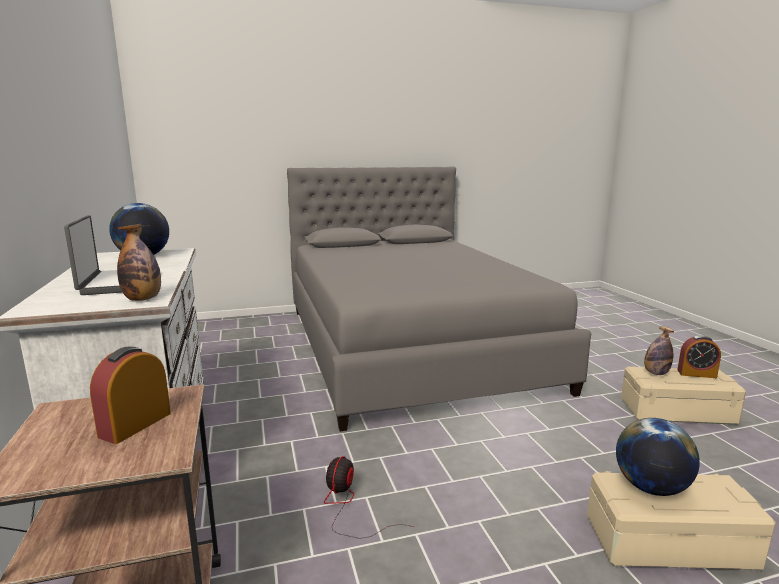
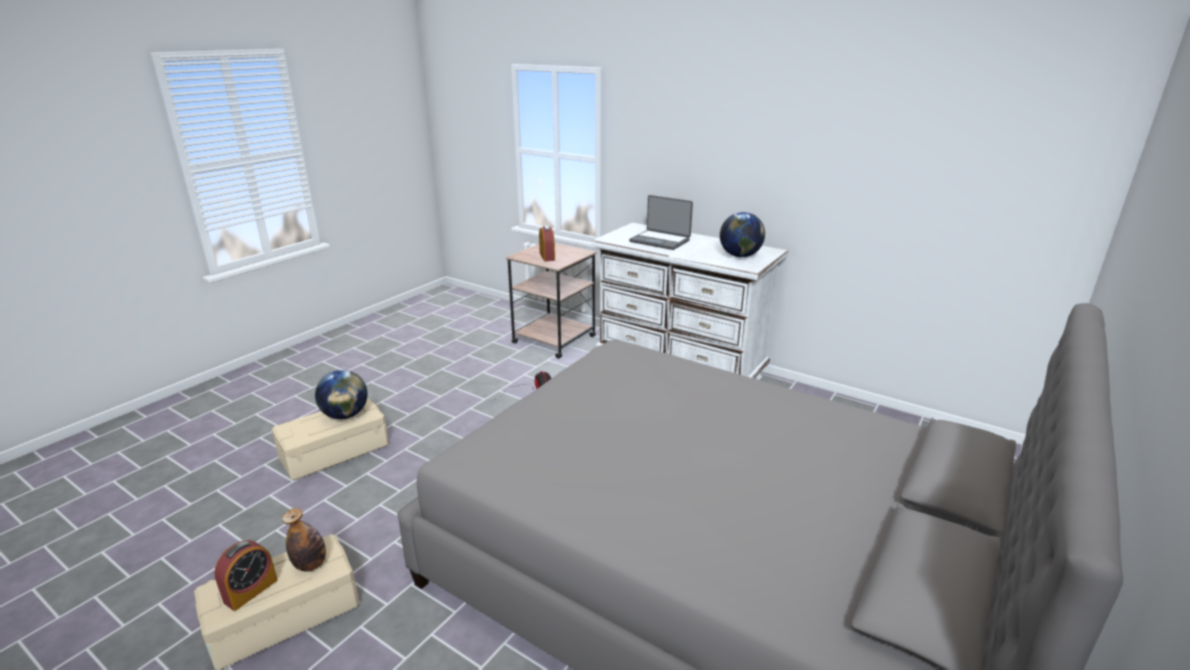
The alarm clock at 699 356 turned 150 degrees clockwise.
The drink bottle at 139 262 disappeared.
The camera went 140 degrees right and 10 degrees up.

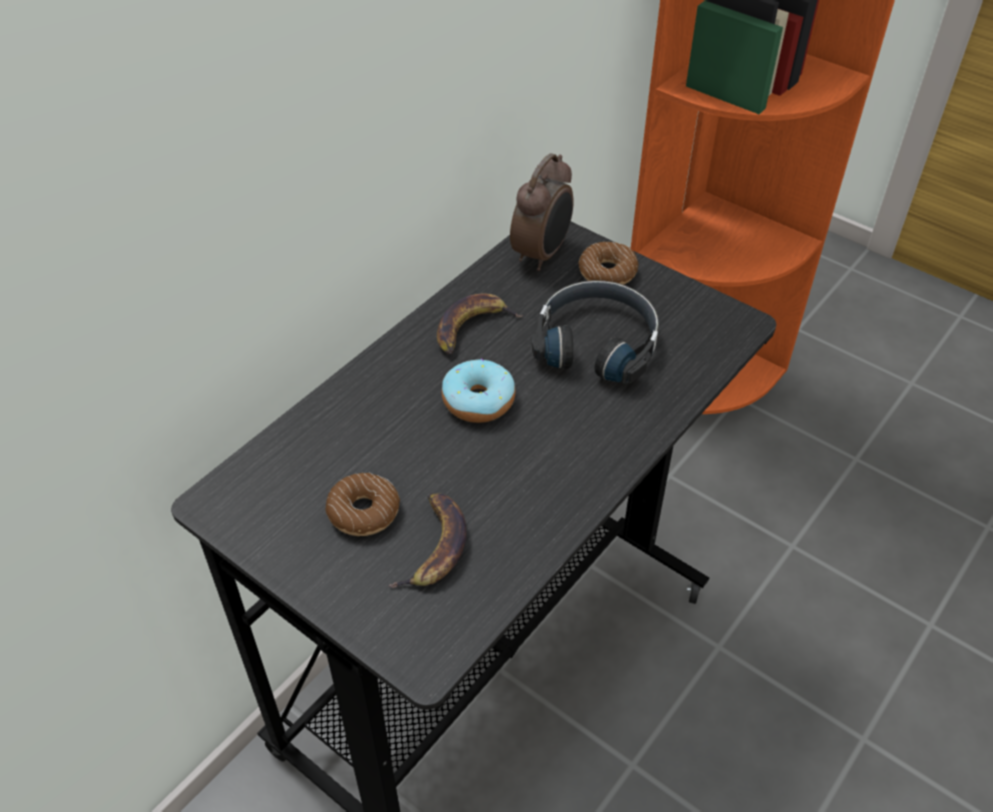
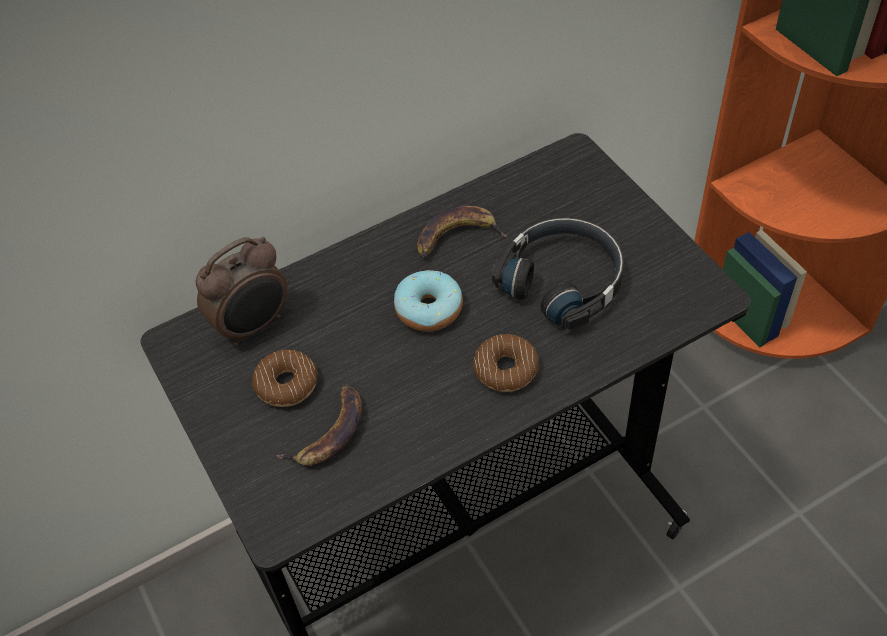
The alarm clock moved from 542 212 to 241 291.
The doughnut moved from 608 263 to 506 363.
The camera went 25 degrees right and 5 degrees up.

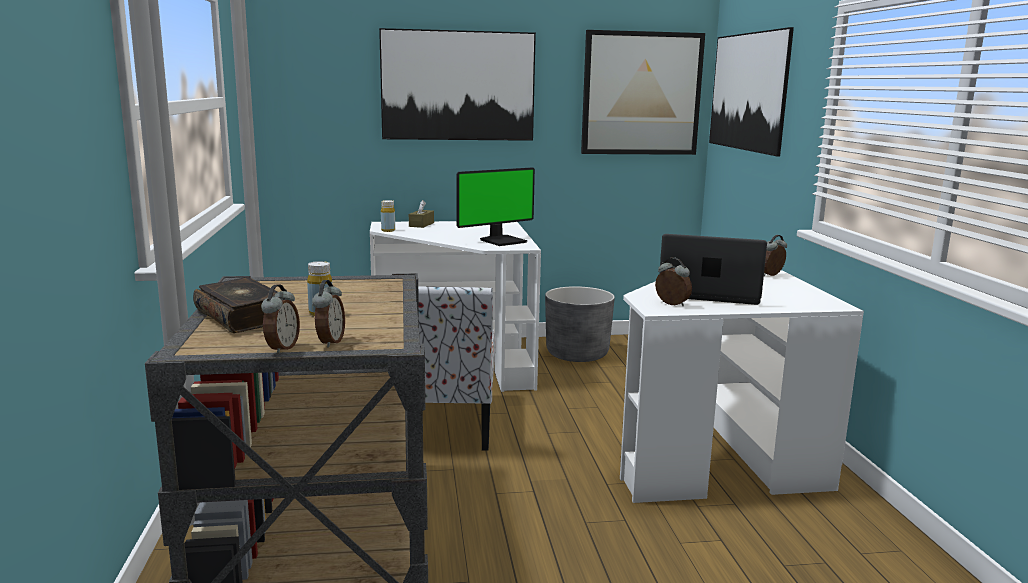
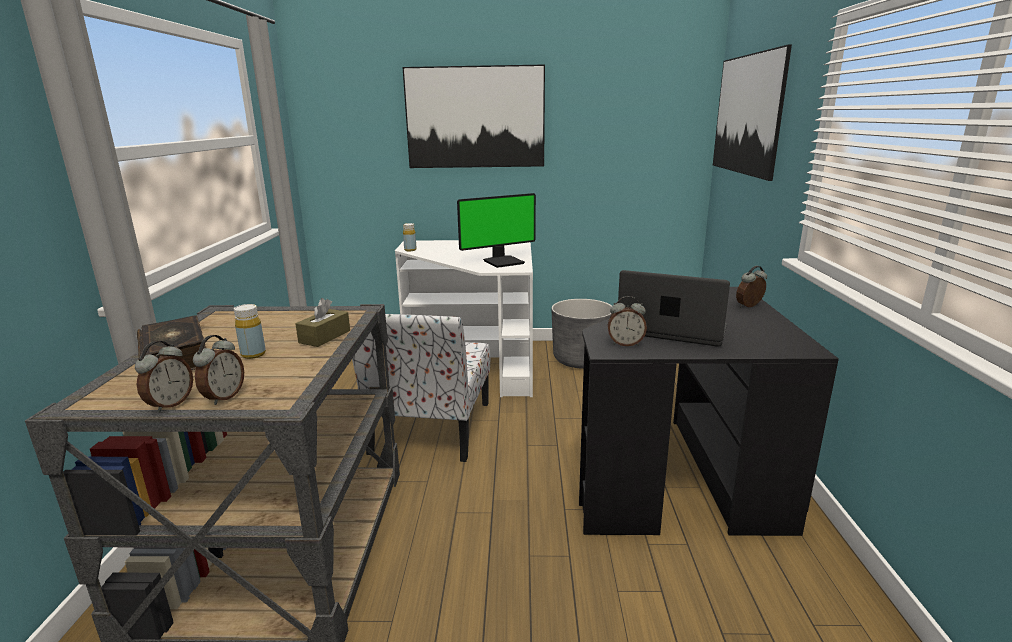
The tissue box/brownish moved from 421 214 to 322 322.
The desk unit/white at 742 386 became the desk unit/blackish at 709 411.
The alarm clock at 673 281 turned 135 degrees clockwise.
The wall art at 643 92 disappeared.
The camera went 10 degrees right and 5 degrees up.

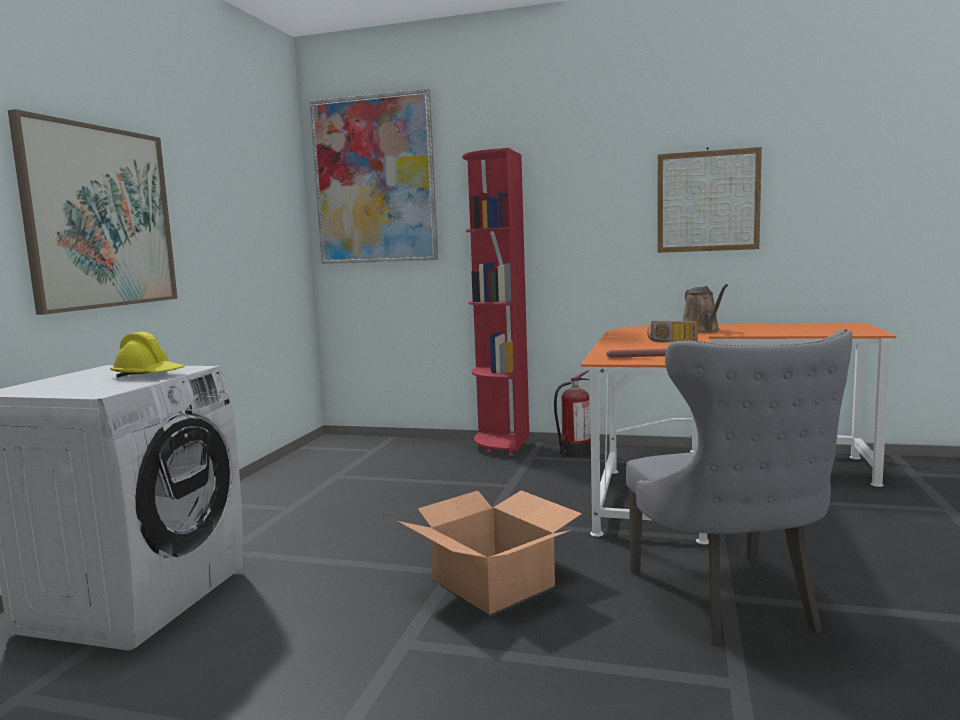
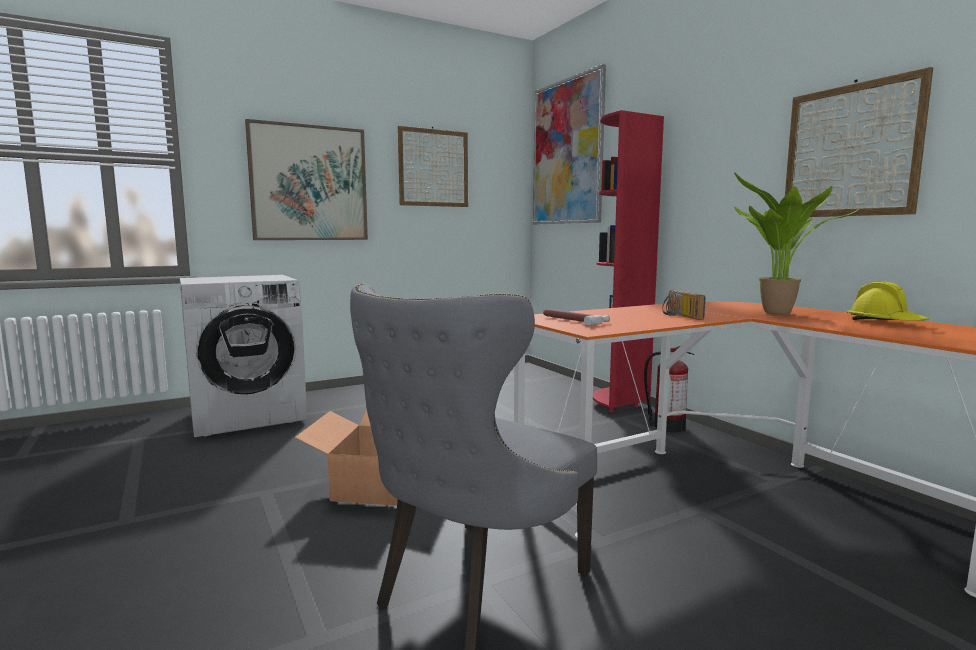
The wall art at 433 166 appeared.
The sprinkling can/brownish at 705 308 was replaced by the houseplant at 796 243.
The work helmet/yellowish moved from 147 354 to 888 301.
The camera went 45 degrees right and 0 degrees up.

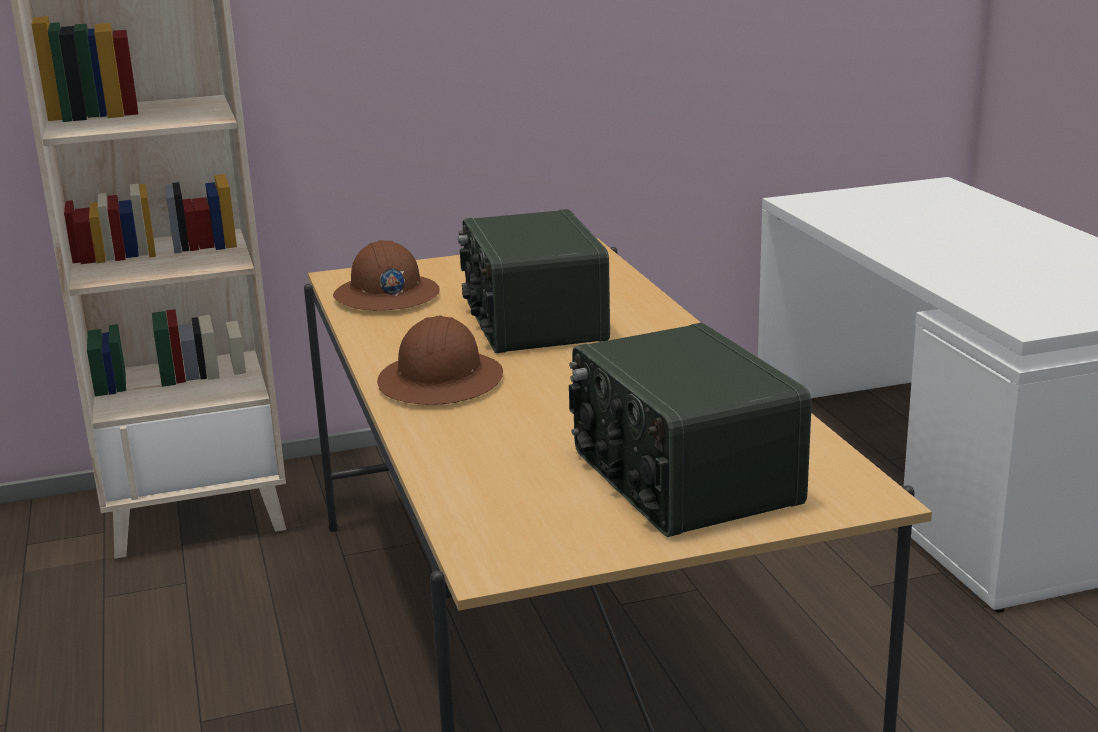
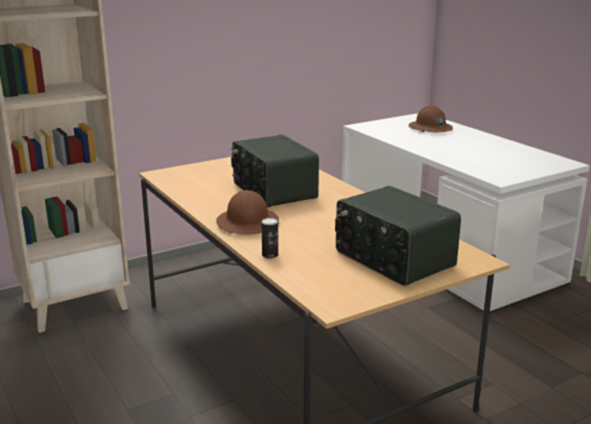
The can at 269 238 appeared.
The work helmet/brownish moved from 386 275 to 431 119.
The camera went 15 degrees left and 0 degrees up.

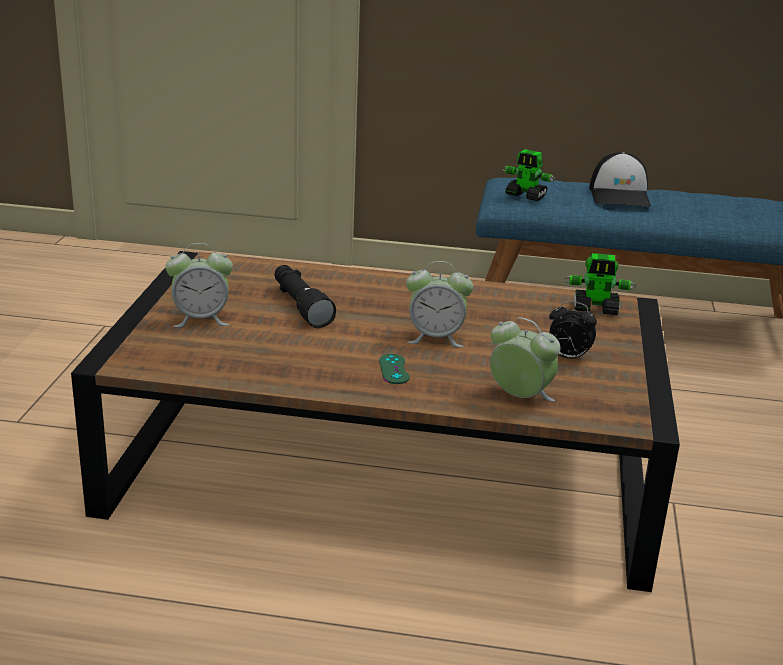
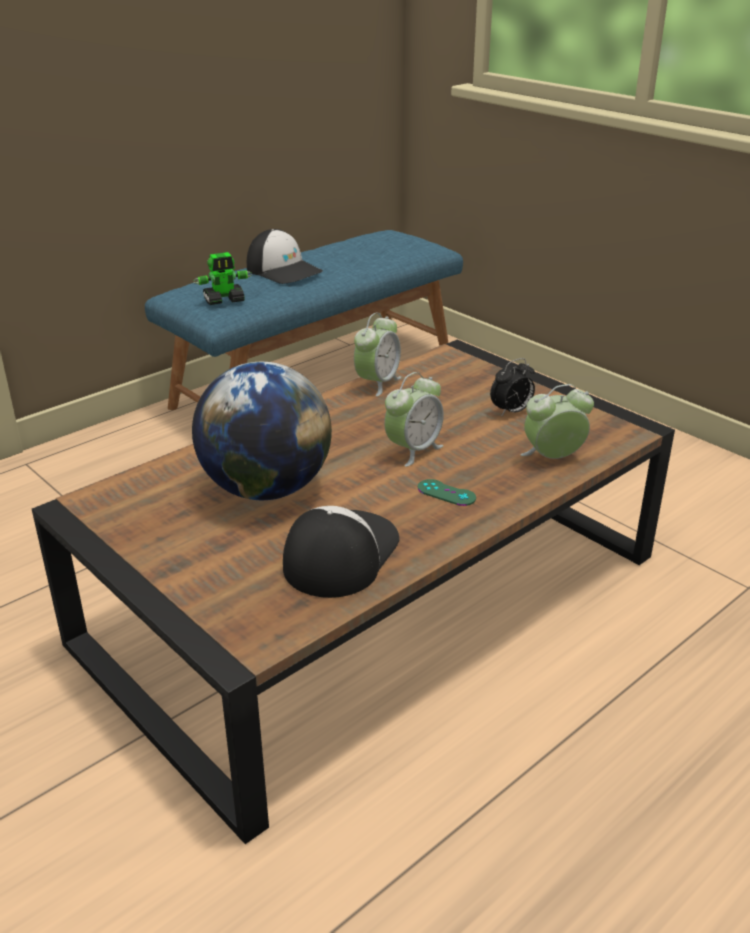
The hand torch/blackish at 305 296 was replaced by the world globe at 262 431.
The baseball cap at 341 552 appeared.
The alarm clock moved from 199 285 to 377 354.
The robot figure at 600 284 disappeared.
The camera went 50 degrees left and 5 degrees up.

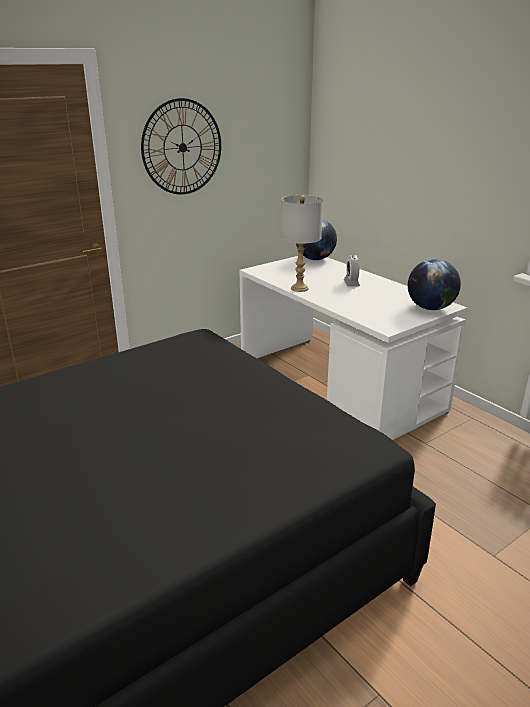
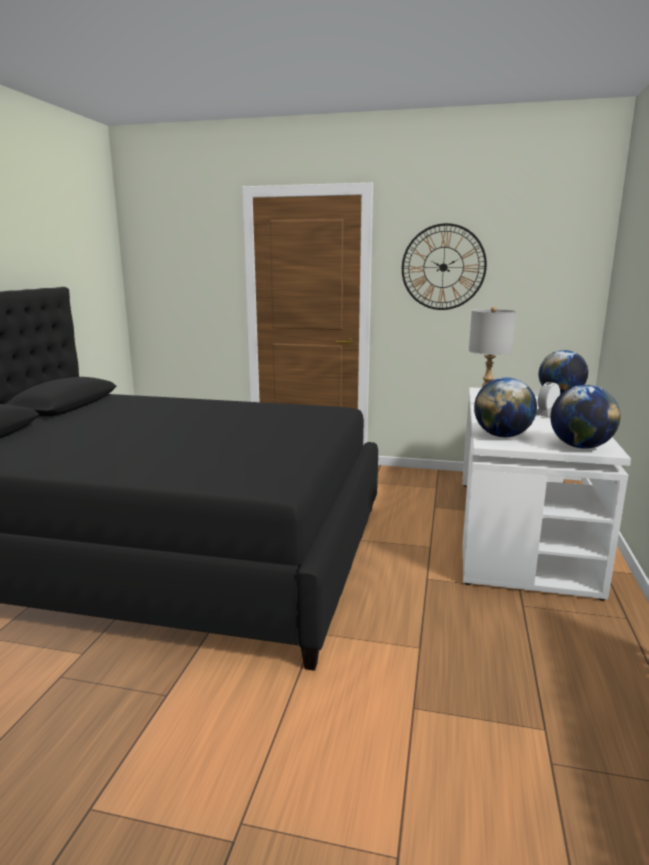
The world globe at 505 407 appeared.
The camera went 50 degrees right and 10 degrees down.

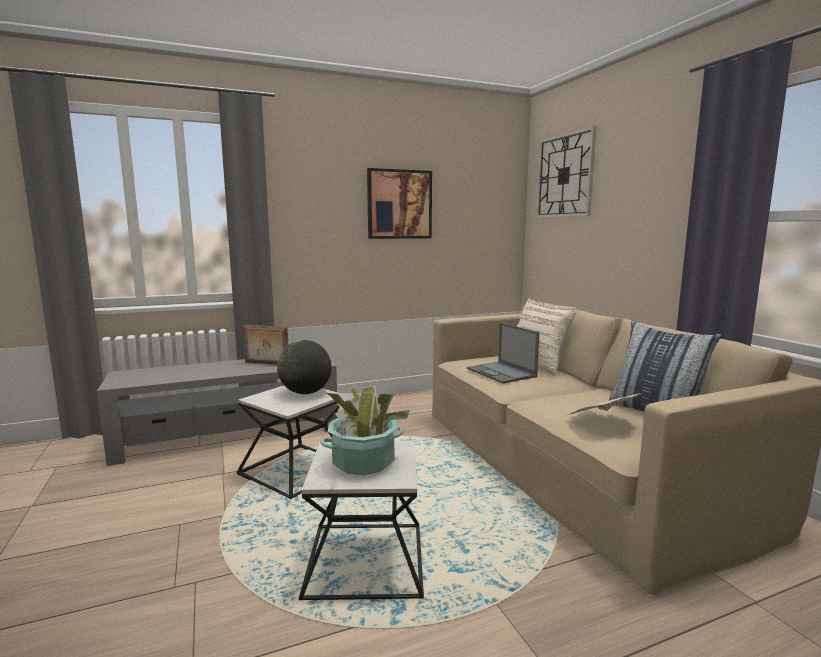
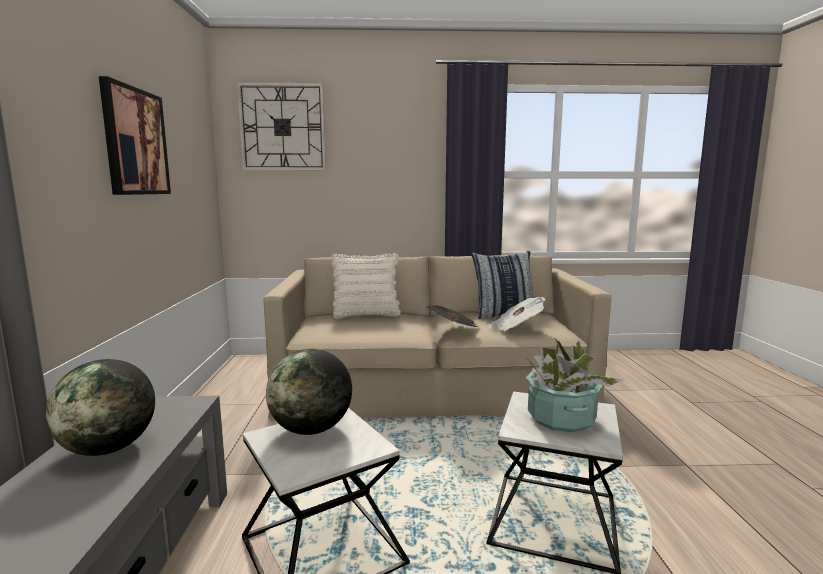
The photo frame at 265 345 was replaced by the world globe at 100 407.
The newspaper at 452 316 appeared.
The notebook computer at 503 353 disappeared.
The camera went 70 degrees left and 0 degrees up.

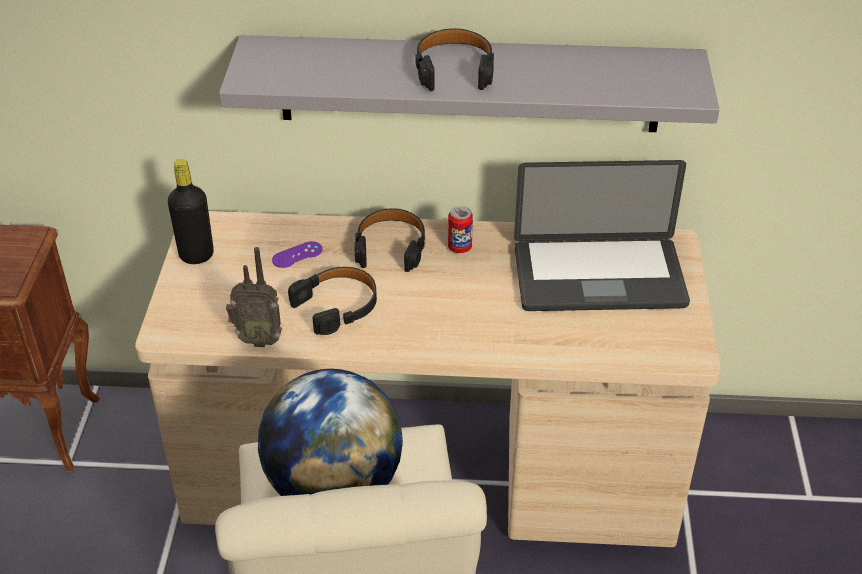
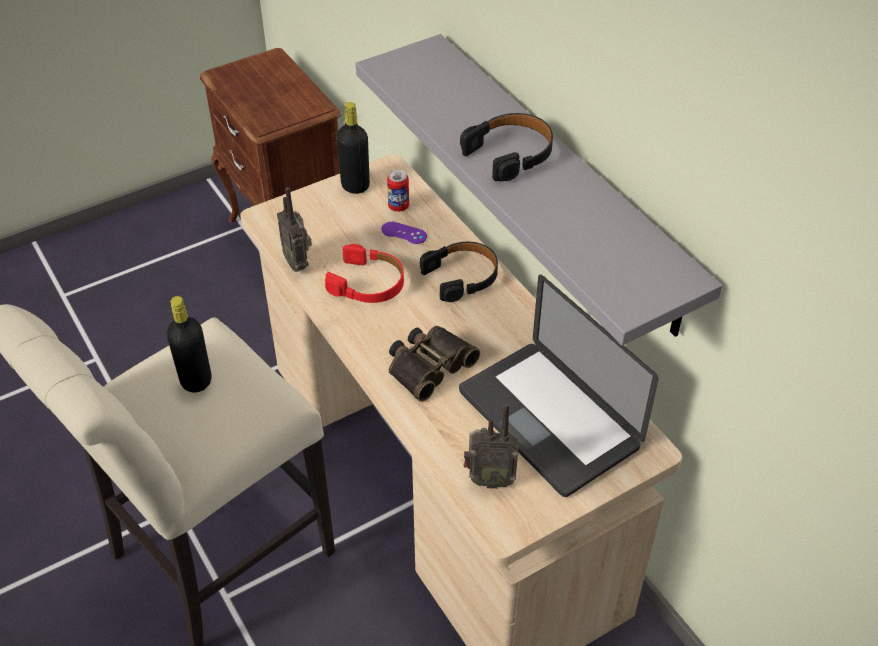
The world globe at 330 432 was replaced by the drink bottle/blackish at 189 344.
The headset/blackish at 332 301 became the headset/red-coloured at 364 273.
The can moved from 460 229 to 398 191.
The pair of binoculars at 434 364 appeared.
The radio at 491 446 appeared.
The camera went 55 degrees right and 5 degrees up.

